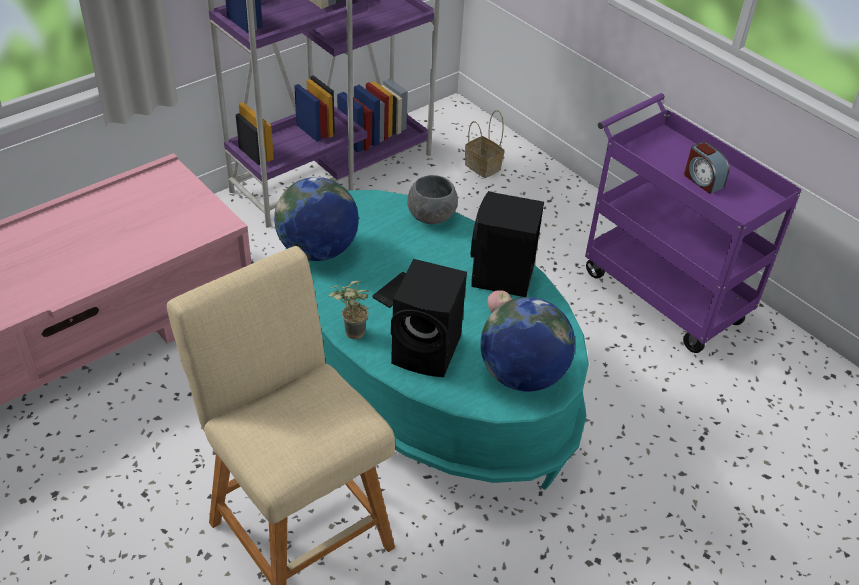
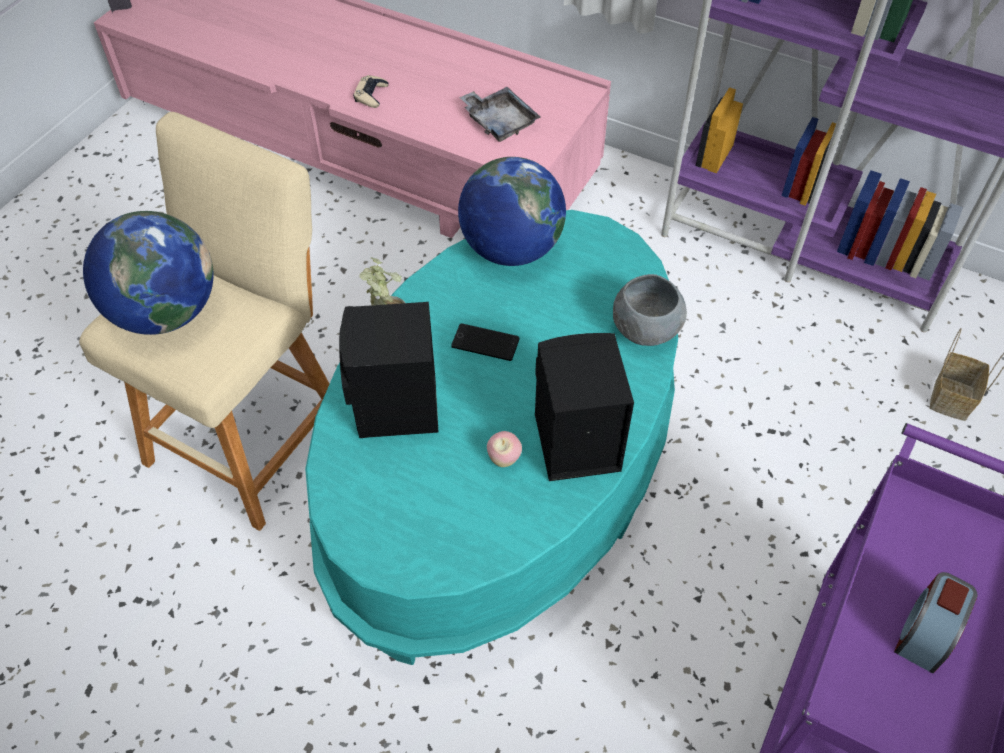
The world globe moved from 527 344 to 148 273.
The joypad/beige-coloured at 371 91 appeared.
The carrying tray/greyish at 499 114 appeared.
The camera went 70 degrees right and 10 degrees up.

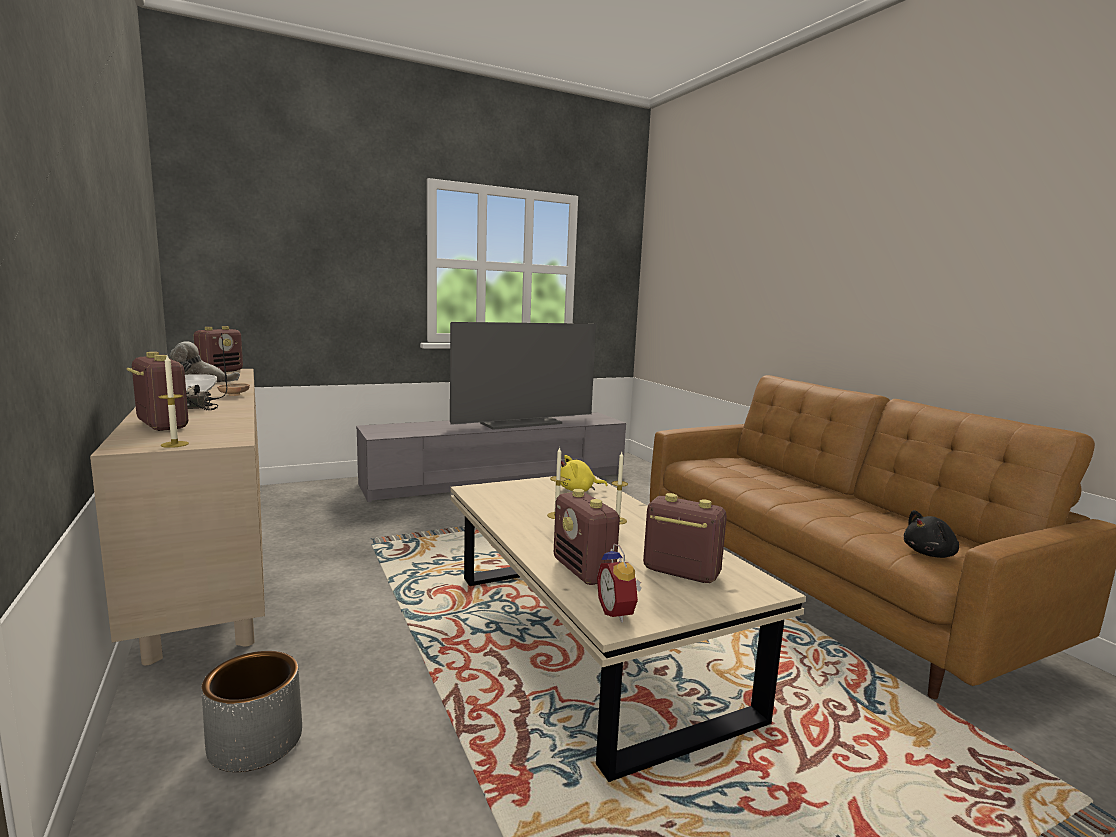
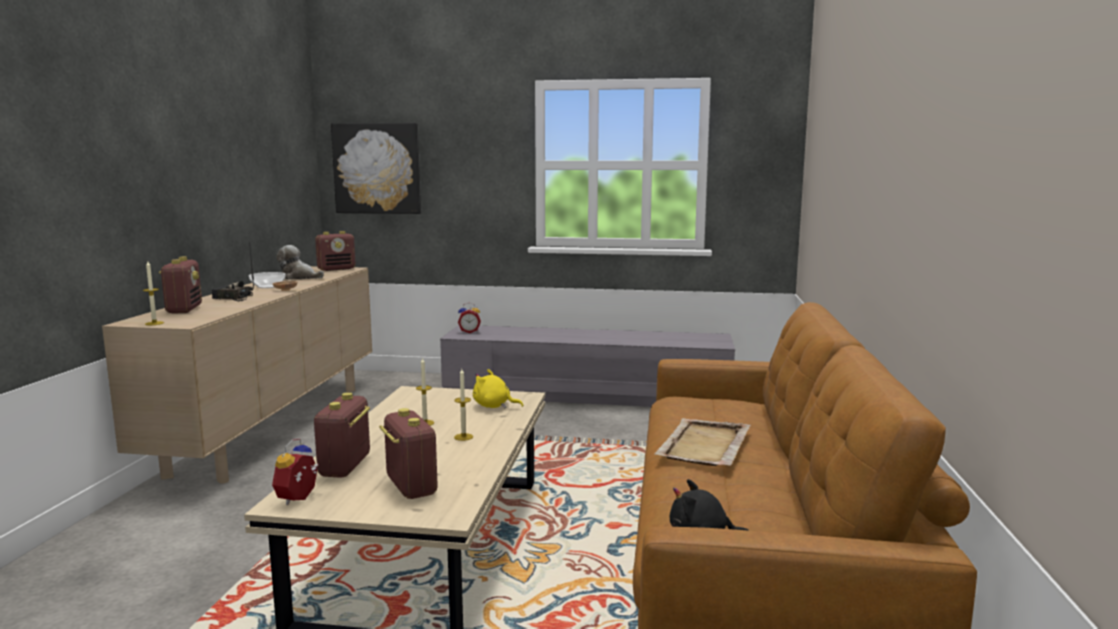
The wall art at 376 168 appeared.
The alarm clock at 469 318 appeared.
The carrying tray/beige-coloured at 702 442 appeared.
The planter/greyish at 251 711 disappeared.
The TV at 523 376 disappeared.
The camera went 35 degrees right and 0 degrees up.

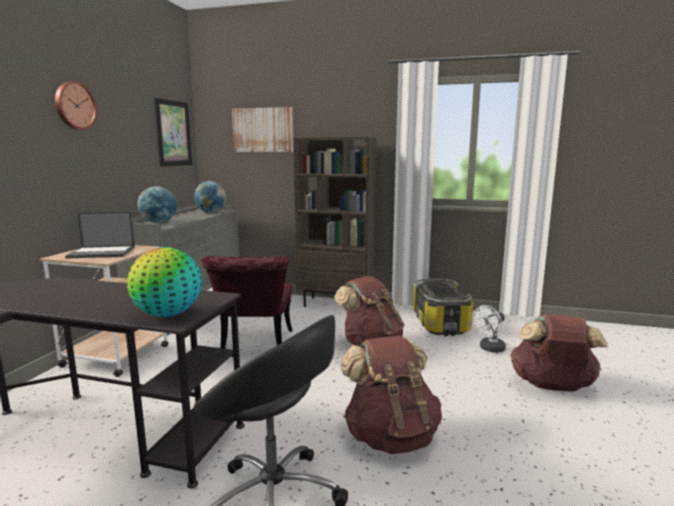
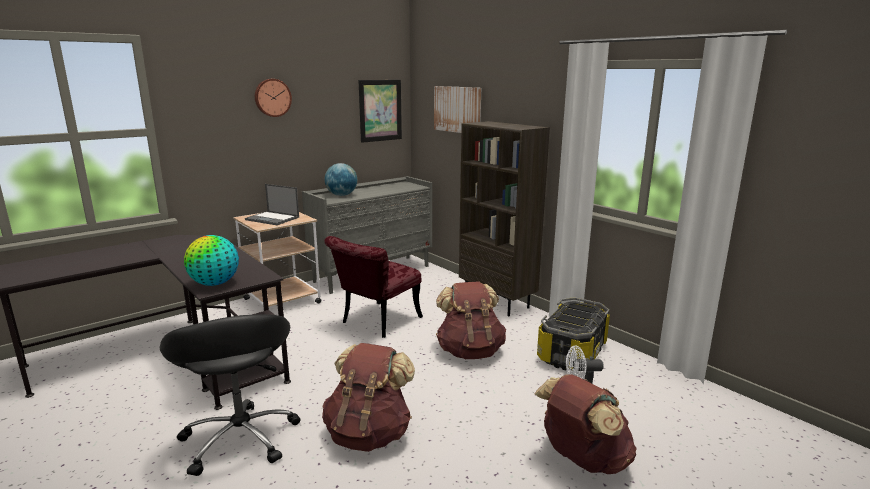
The world globe at 210 197 disappeared.
The camera went 35 degrees right and 5 degrees up.

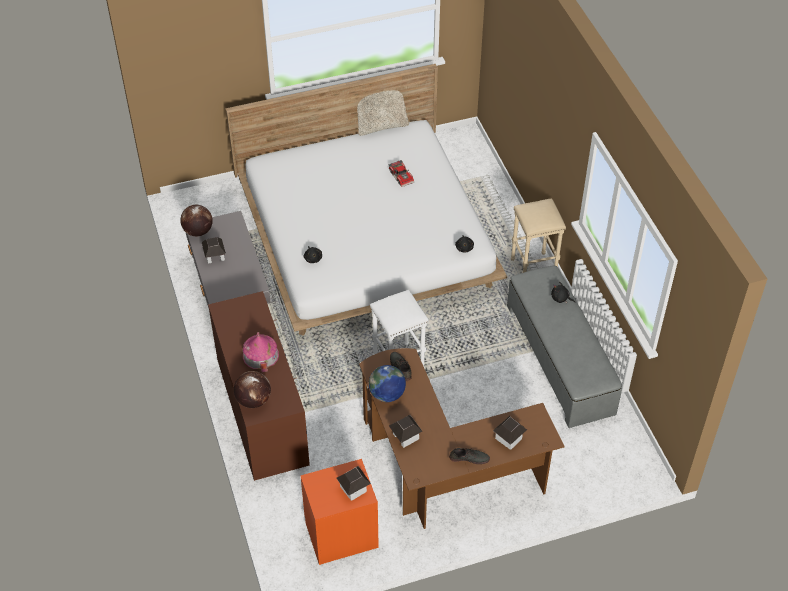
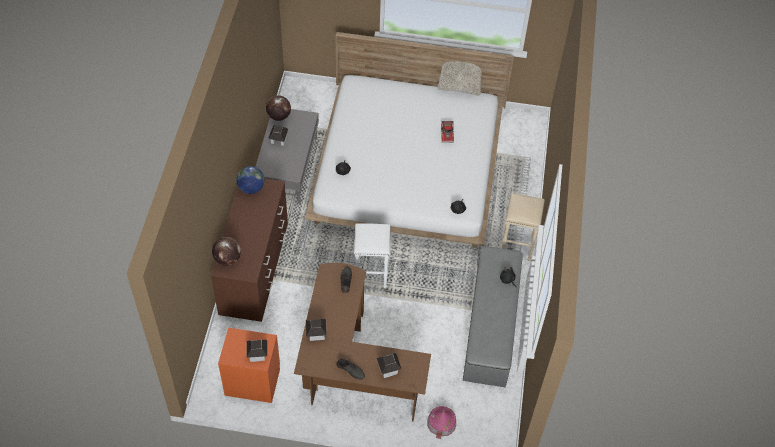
The world globe moved from 387 383 to 250 180.
The toy house moved from 261 352 to 441 422.
The camera went 25 degrees right and 5 degrees up.

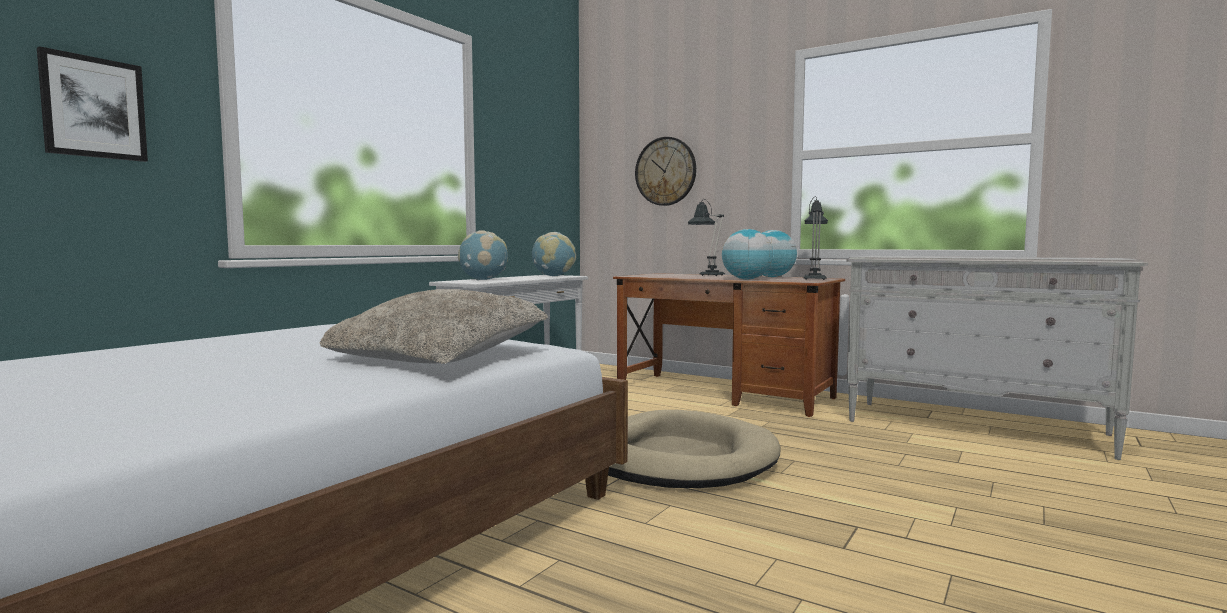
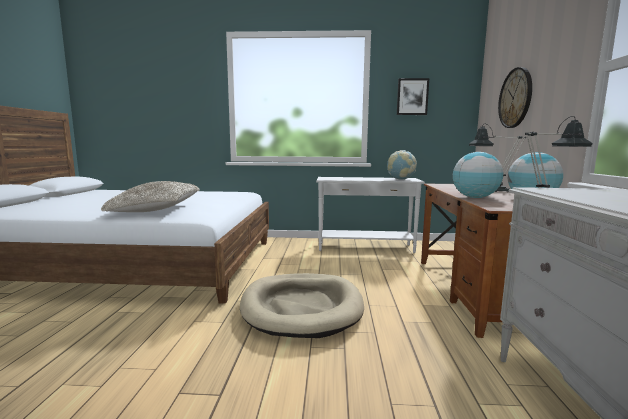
The wall art moved from 92 104 to 413 96.
The world globe at 483 255 disappeared.
The camera went 60 degrees right and 5 degrees up.

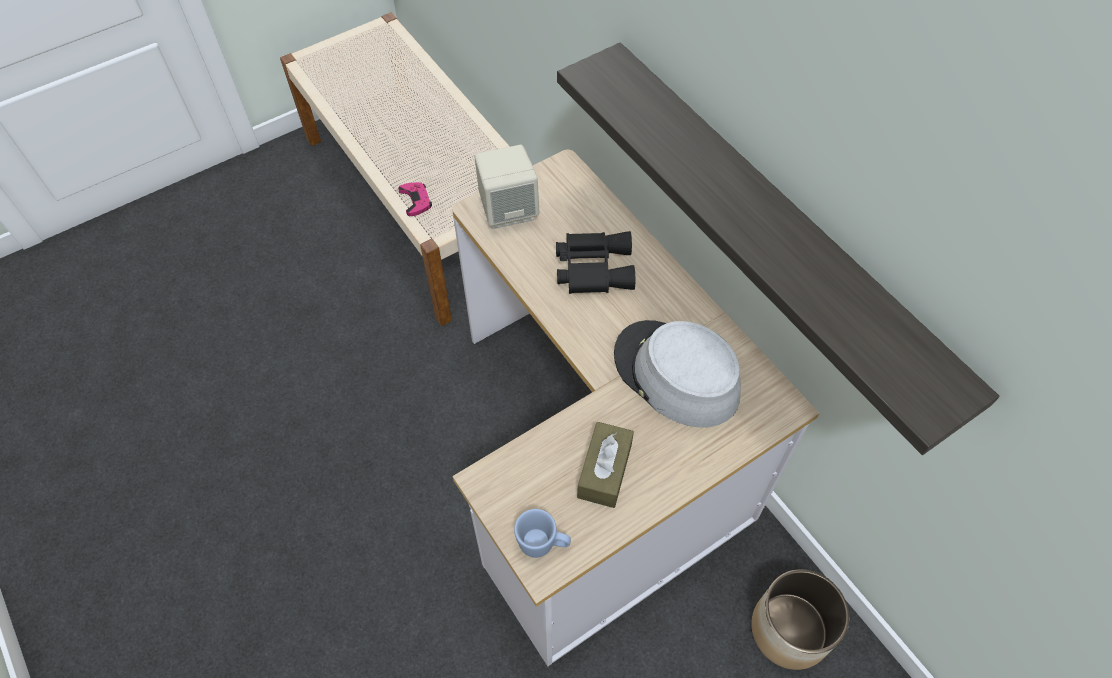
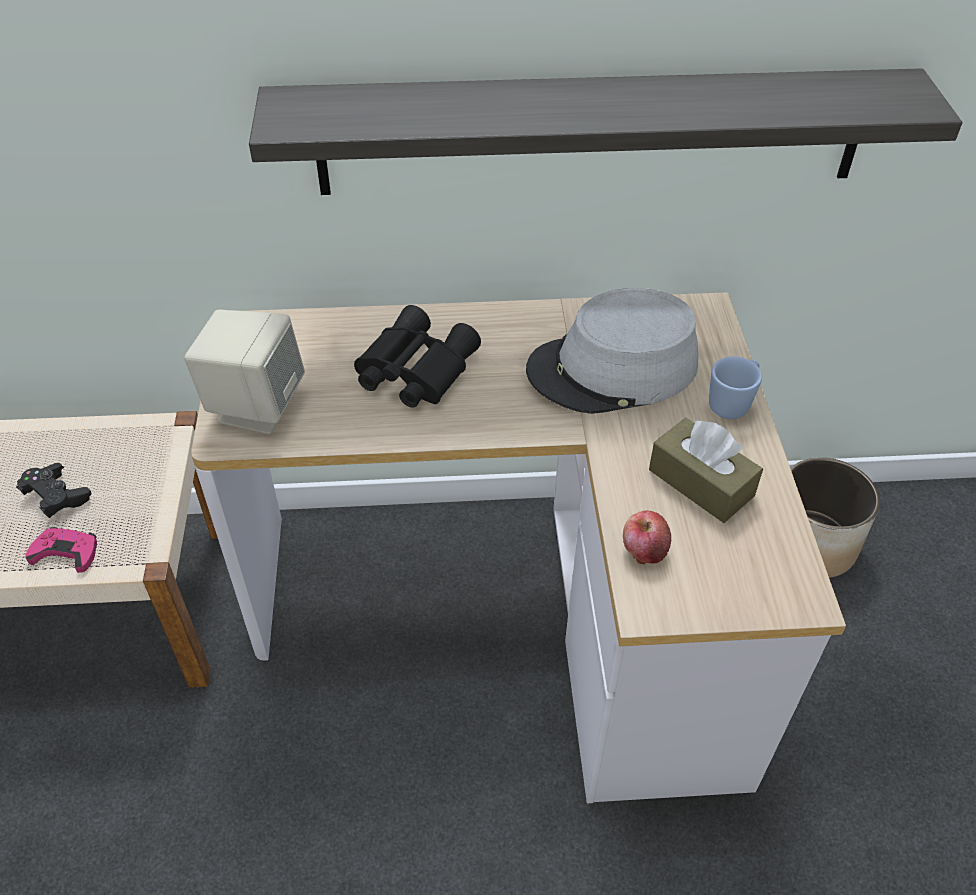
The joypad/blackish at 53 490 appeared.
The whole apple at 647 537 appeared.
The coffee mug/bluish moved from 542 533 to 735 387.
The camera went 60 degrees left and 10 degrees down.

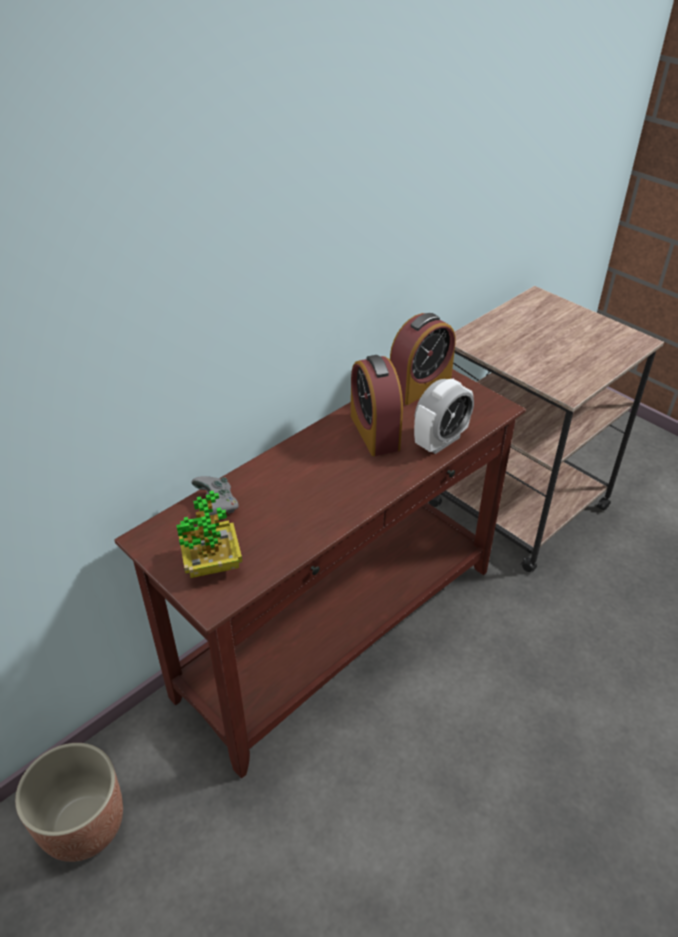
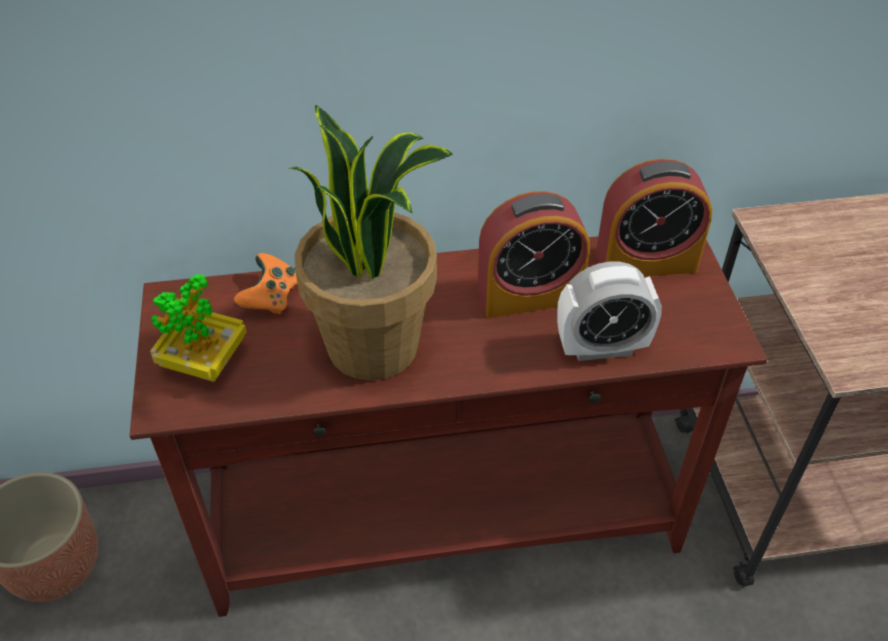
The joypad/greyish at 215 495 became the joypad/orangey at 265 284.
The houseplant at 370 242 appeared.
The alarm clock at 377 405 turned 120 degrees counterclockwise.
The camera went 35 degrees right and 5 degrees up.

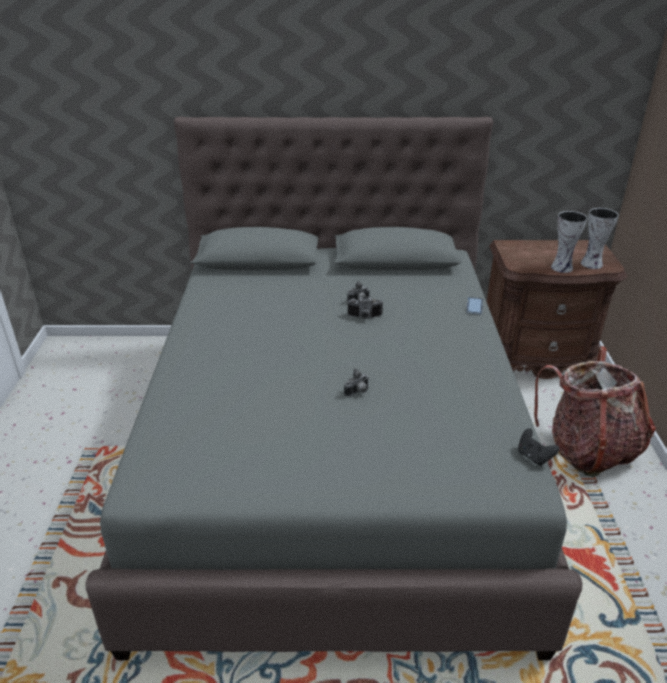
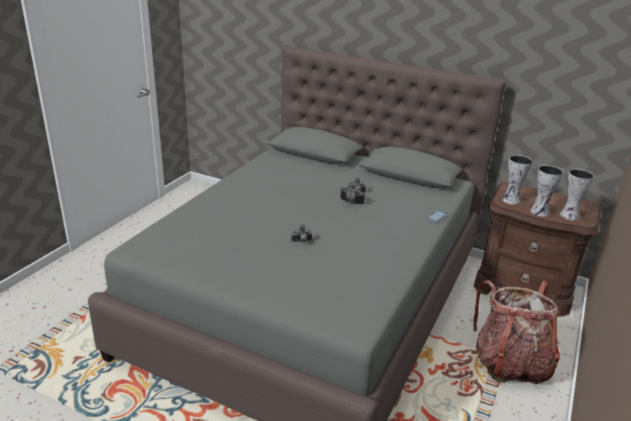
The decorative vase at 517 180 appeared.
The joypad/blackish at 539 447 disappeared.
The camera went 25 degrees right and 5 degrees down.

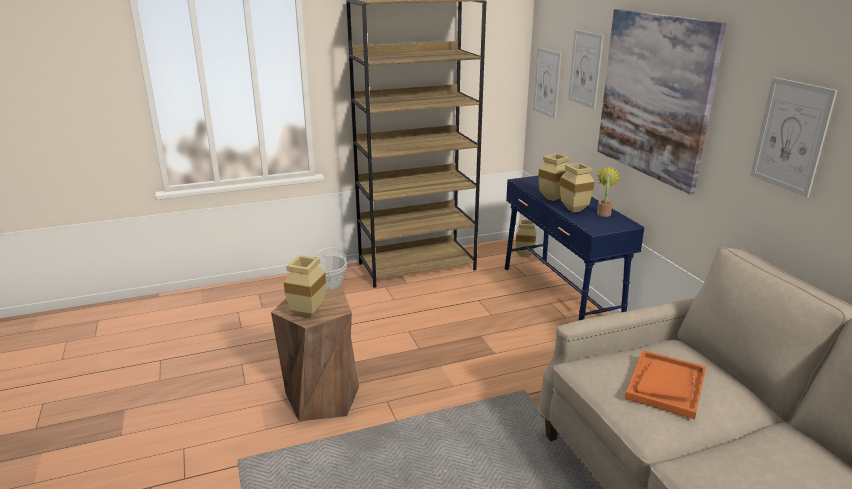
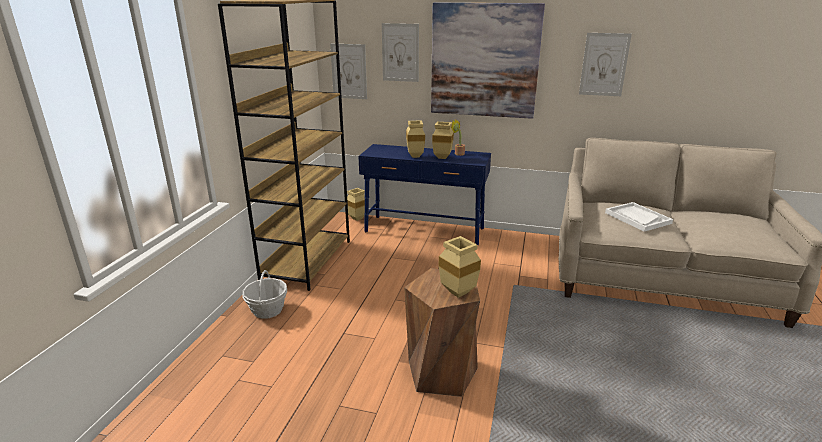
The carrying tray/orangey at 665 385 became the carrying tray/white at 639 217.
The camera went 55 degrees left and 0 degrees up.

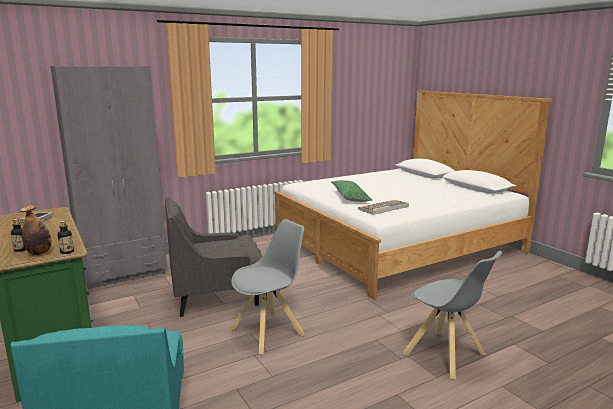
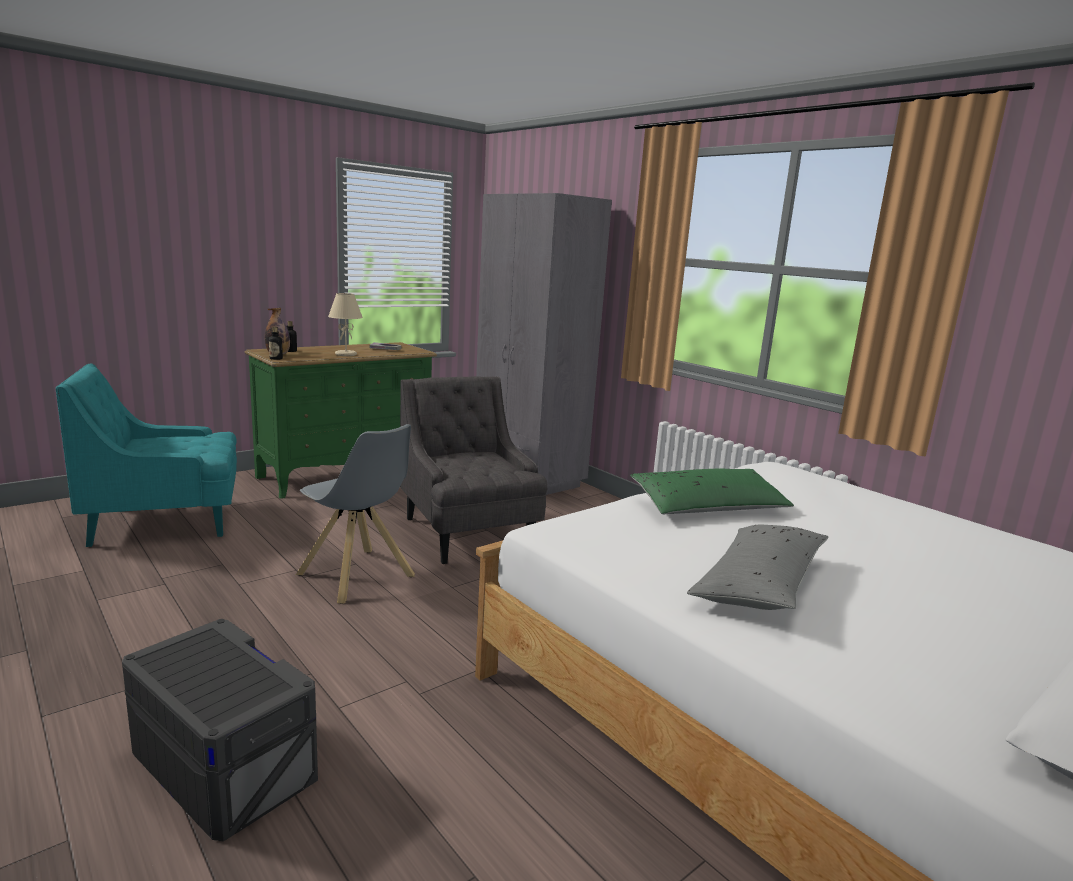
The upright chair/greyish at 452 315 was replaced by the storage box/greyish at 220 730.
The table lamp/beige-coloured at 345 324 appeared.
The cushion/greyish at 757 567 appeared.
The PC keyboard at 383 207 disappeared.
The camera went 80 degrees right and 0 degrees up.

